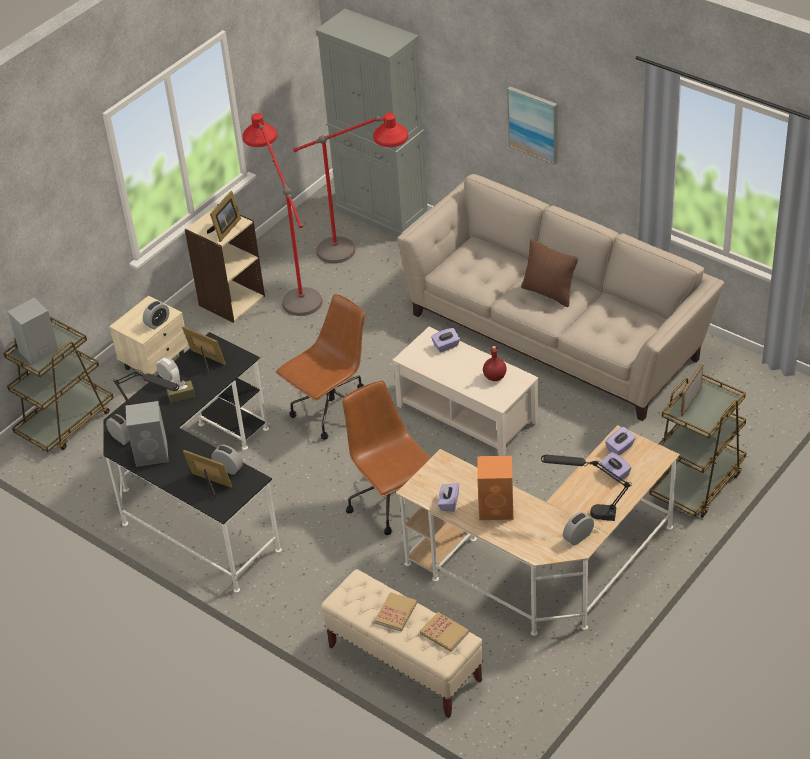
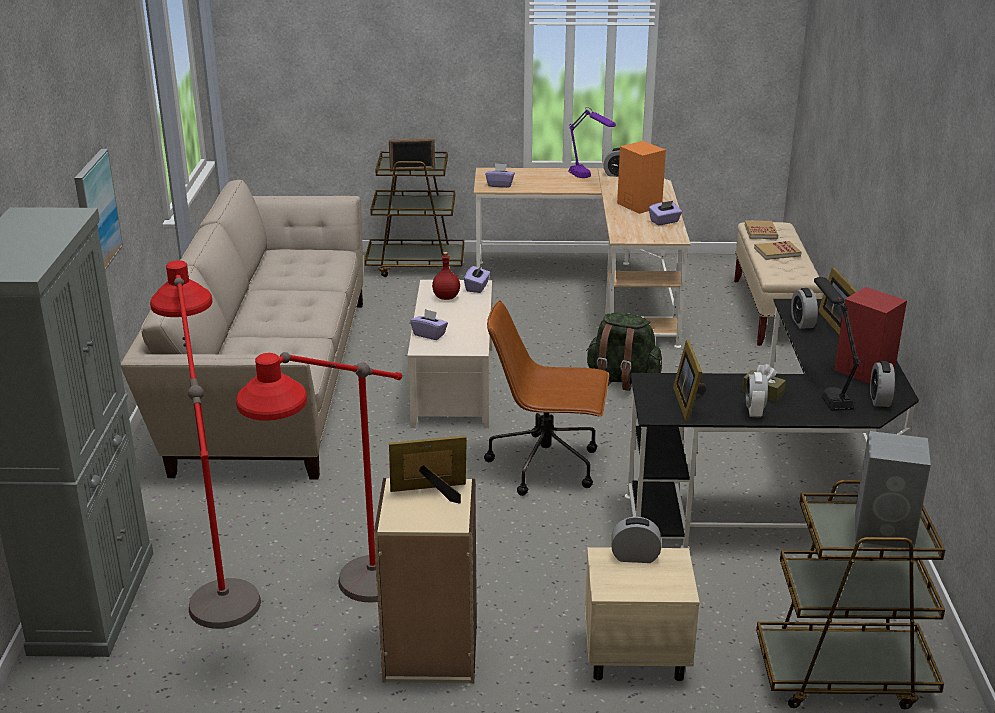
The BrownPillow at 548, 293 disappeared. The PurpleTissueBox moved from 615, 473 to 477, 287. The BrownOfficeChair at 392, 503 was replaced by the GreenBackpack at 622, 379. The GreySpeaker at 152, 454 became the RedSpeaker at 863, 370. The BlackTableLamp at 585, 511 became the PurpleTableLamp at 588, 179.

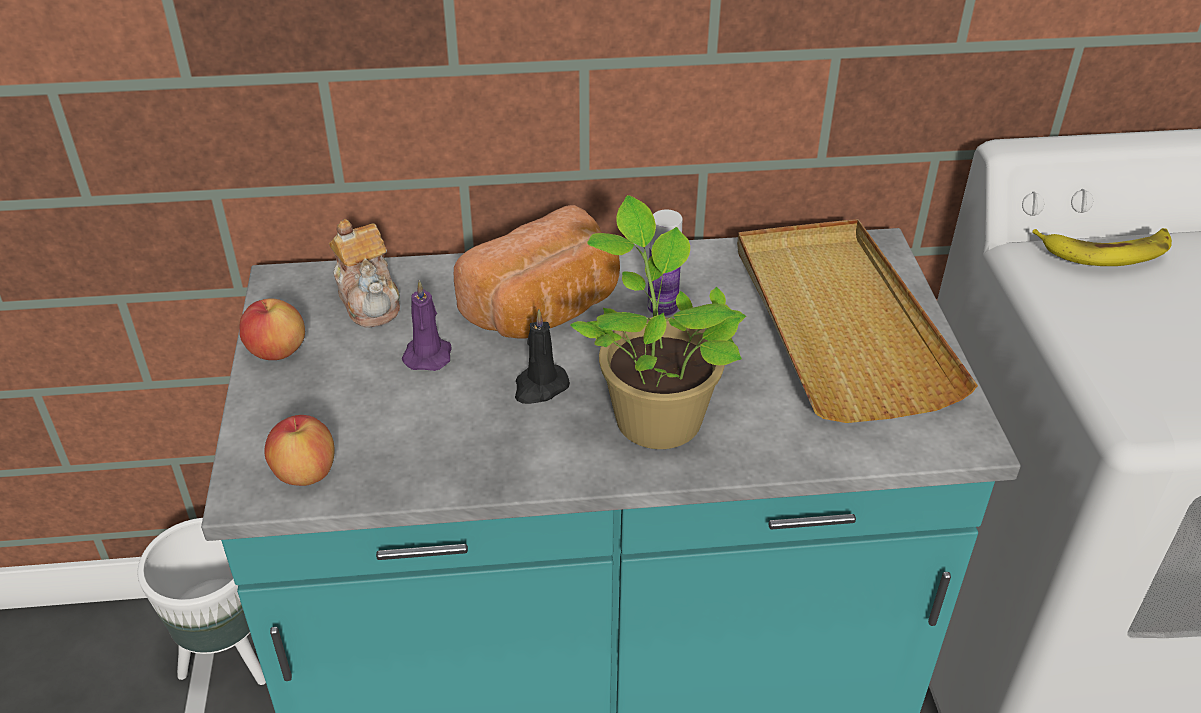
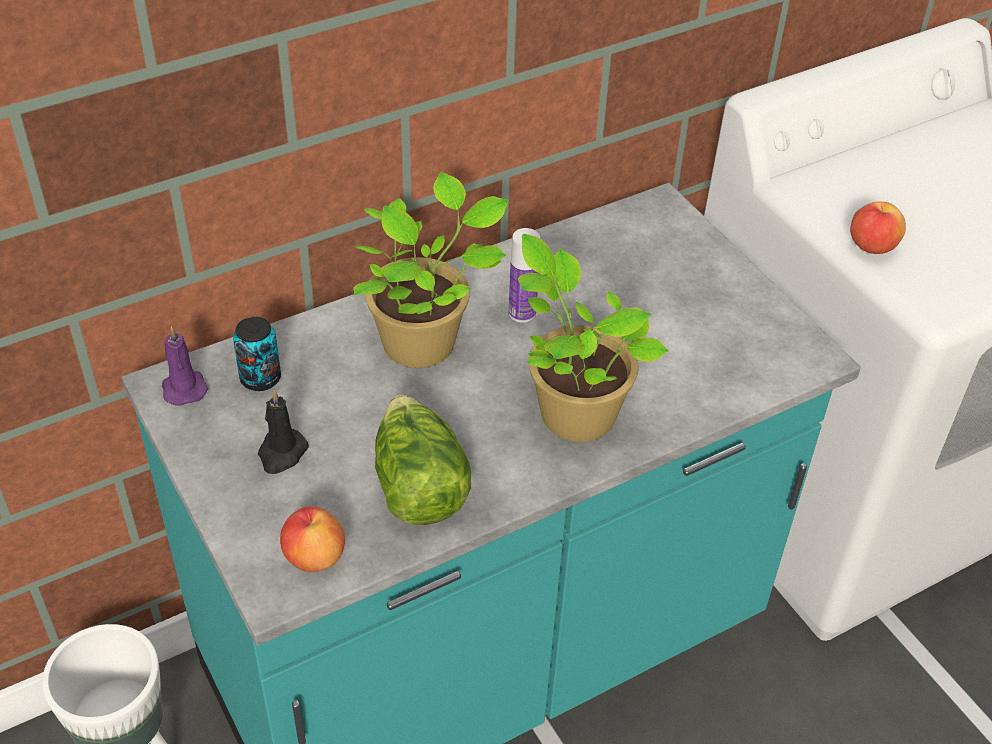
The BeigeTray at 839, 322 disappeared. The Banana at 1106, 251 disappeared. The Lettuce at 417, 484 appeared. The Apple moved from 276, 352 to 871, 247. The PurpleCandle moved from 428, 354 to 184, 387. The BlackCandle moved from 540, 387 to 281, 453. The Teapot at 369, 300 was replaced by the Can at 260, 378. The Bread at 546, 310 was replaced by the PottedPlant at 425, 342.

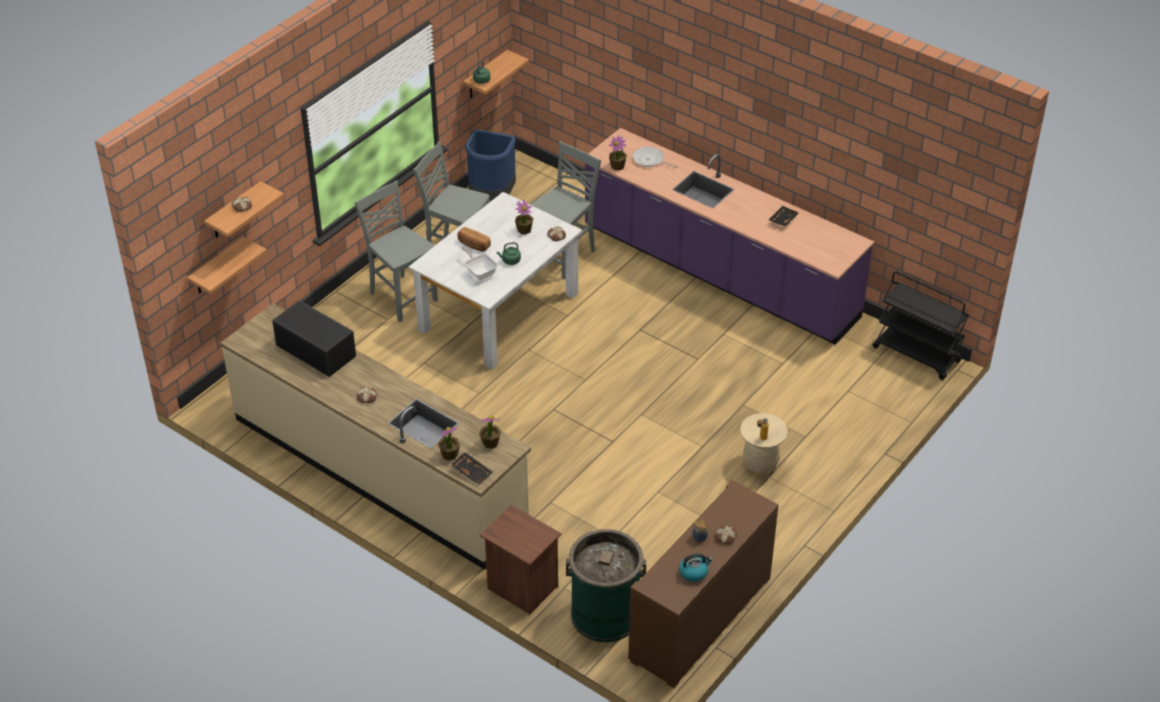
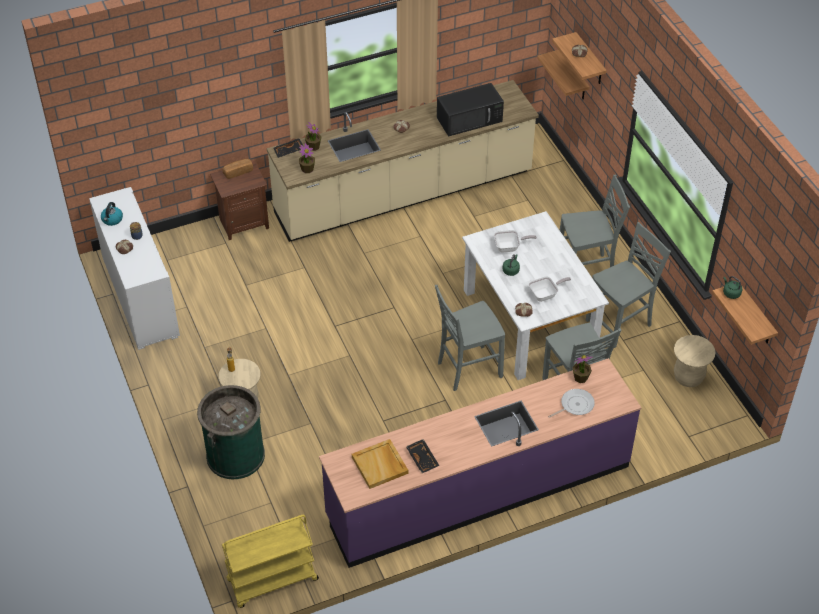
The BeigeTray at 380, 465 appeared. The GreyChair at 467, 369 appeared. The Bread moved from 473, 245 to 238, 172. The GreenTrashCan moved from 605, 614 to 235, 455. The BlueTrashCan at 491, 198 was replaced by the BeigeStool at 688, 377. The PottedPlant at 524, 230 was replaced by the FryingPan at 545, 294. The BrownCabinet at 700, 619 became the WhiteCabinet at 140, 297. The BlackCart at 917, 355 became the YellowCart at 272, 581.

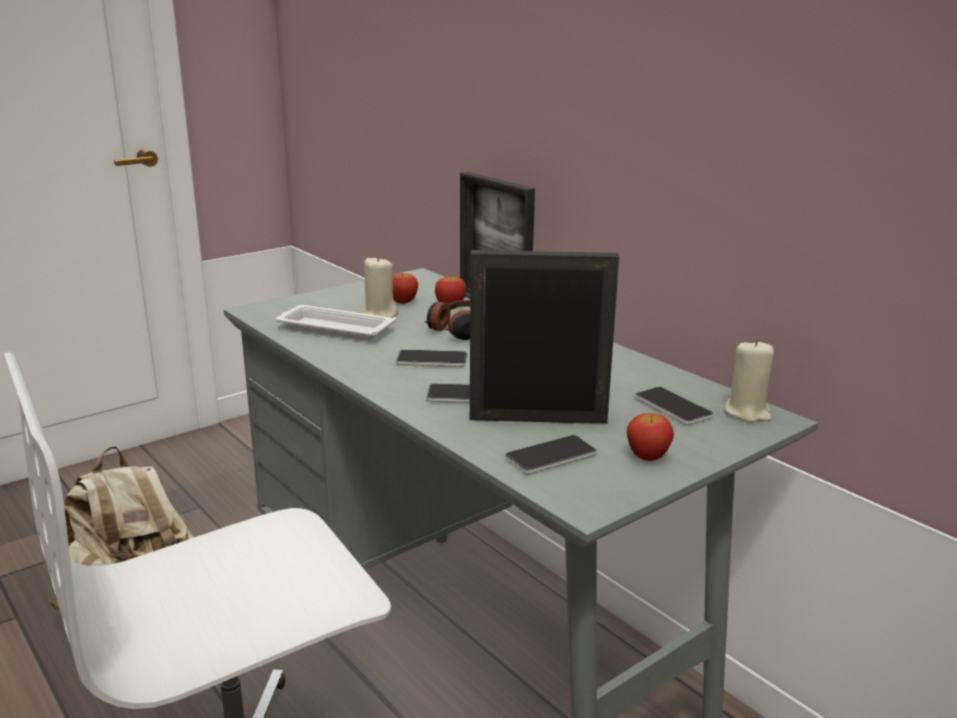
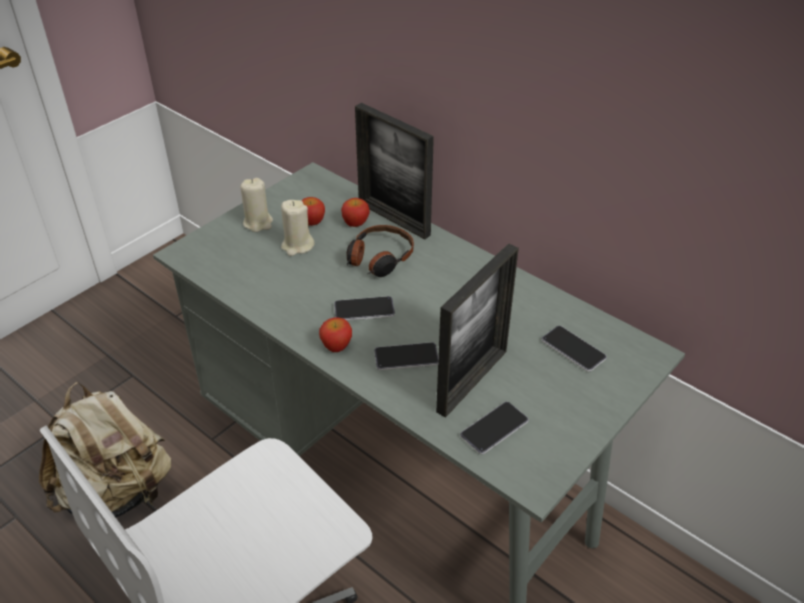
The WhiteTray at 333, 329 disappeared. The Apple moved from 648, 456 to 336, 345. The BeigeCandle moved from 747, 412 to 258, 223. The PictureFrame at 538, 418 turned 135 degrees clockwise.

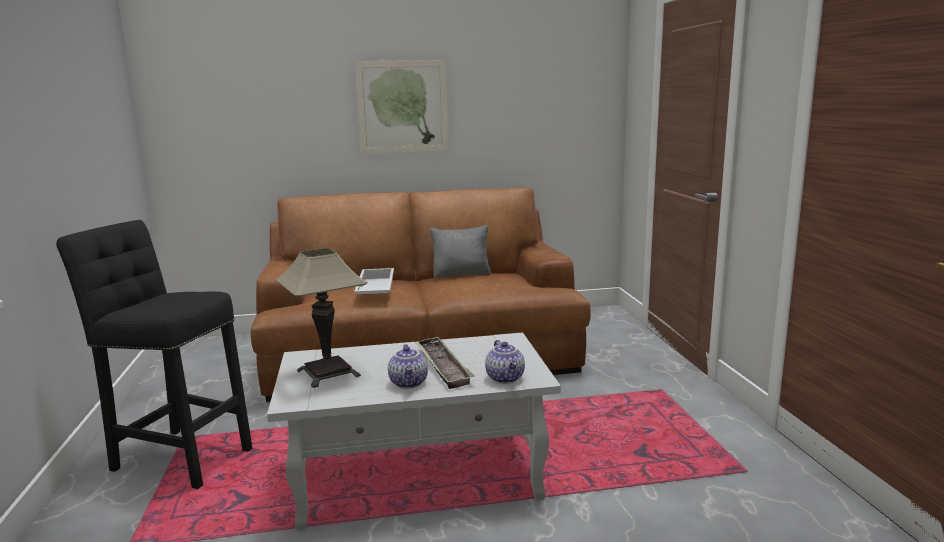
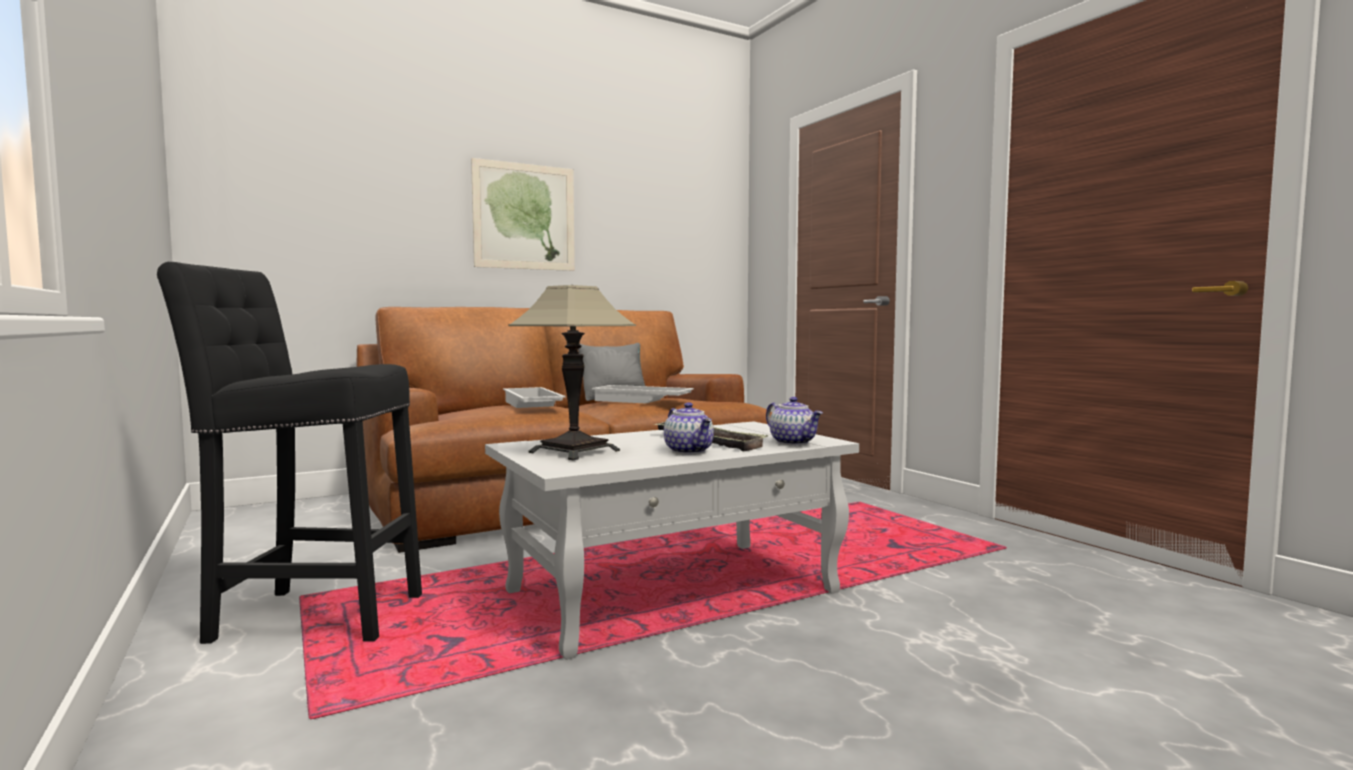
The WhiteTray at 641, 401 appeared.

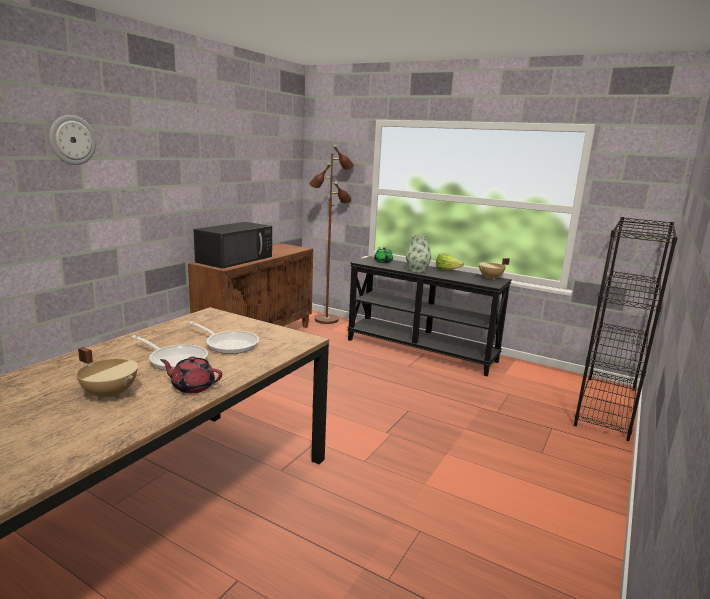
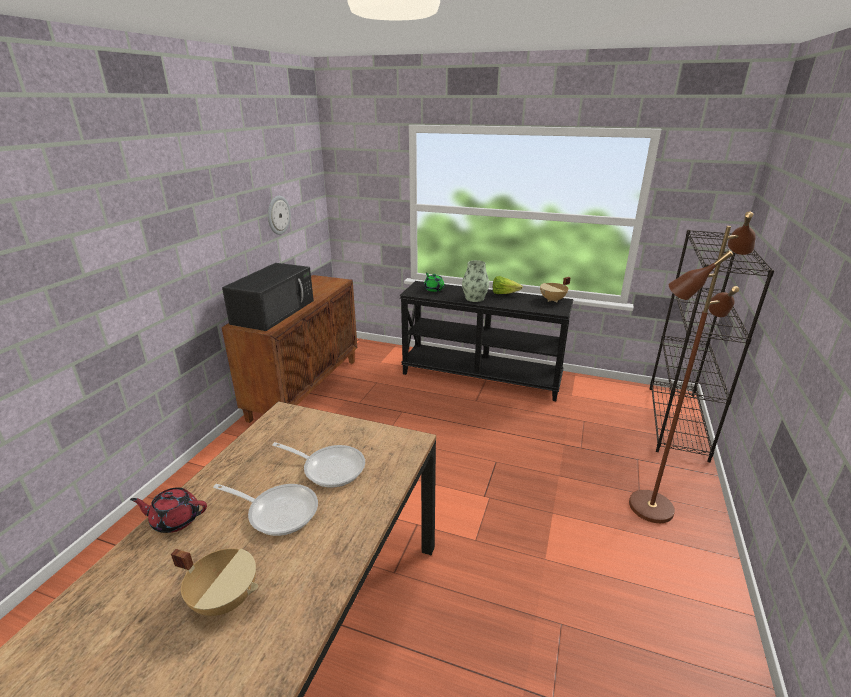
The WallClock moved from 72, 140 to 278, 215. The RedTeapot moved from 192, 386 to 175, 520. The BrownFloorLamp moved from 326, 319 to 650, 506.

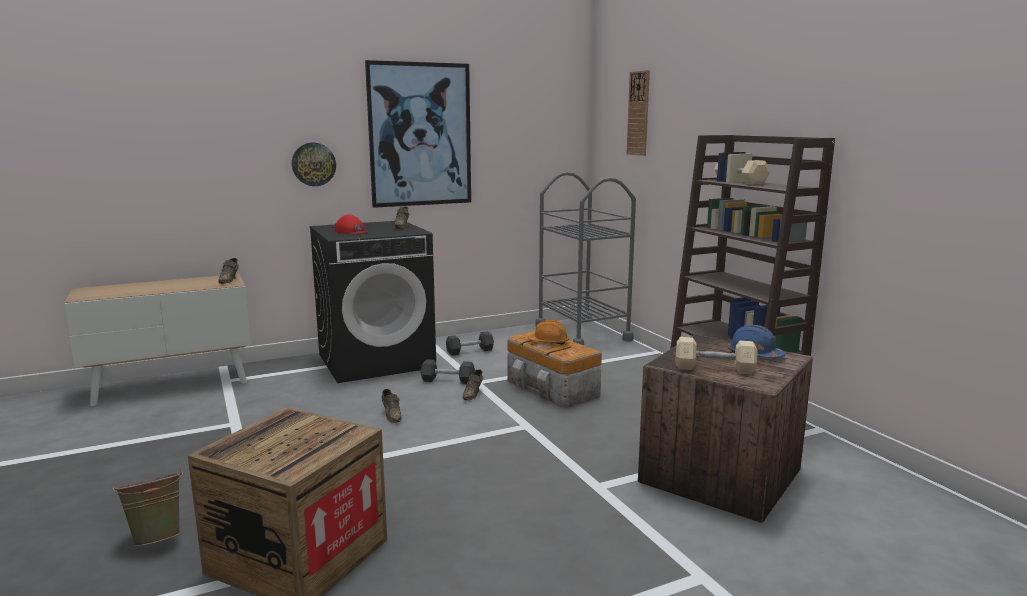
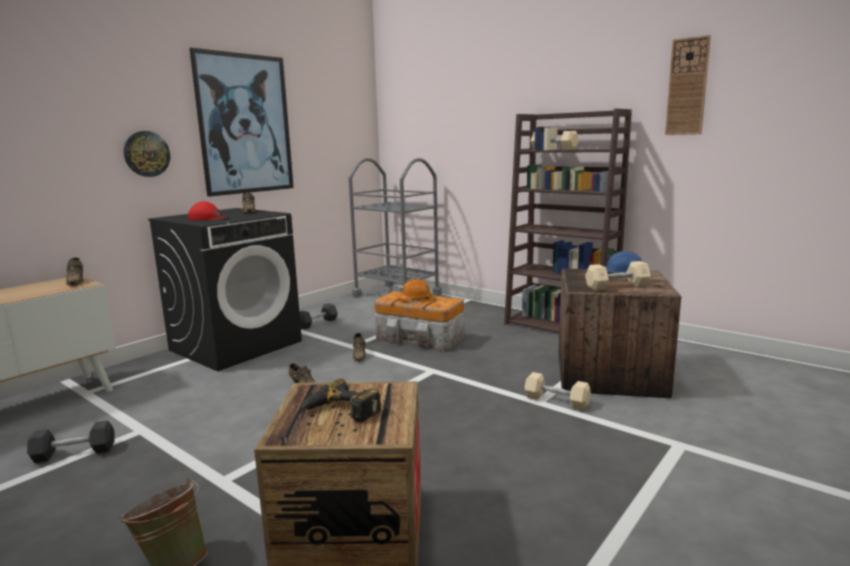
The PowerDrill at 340, 411 appeared. The BeigeDumbbell at 556, 401 appeared. The BlackDumbbell moved from 448, 380 to 74, 453. The WallClock moved from 638, 113 to 687, 87.

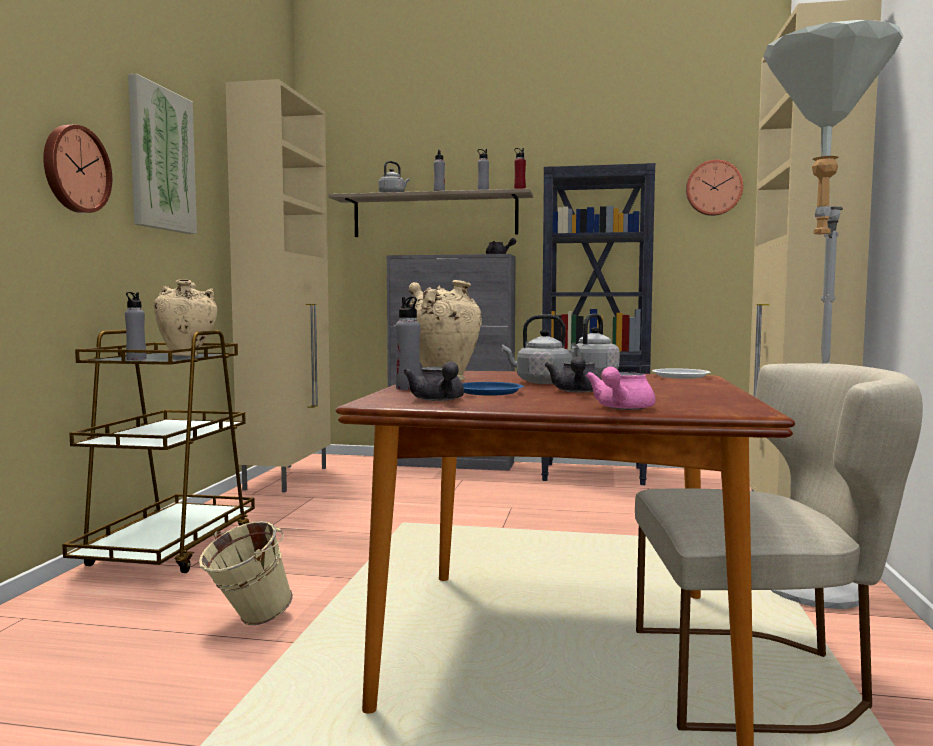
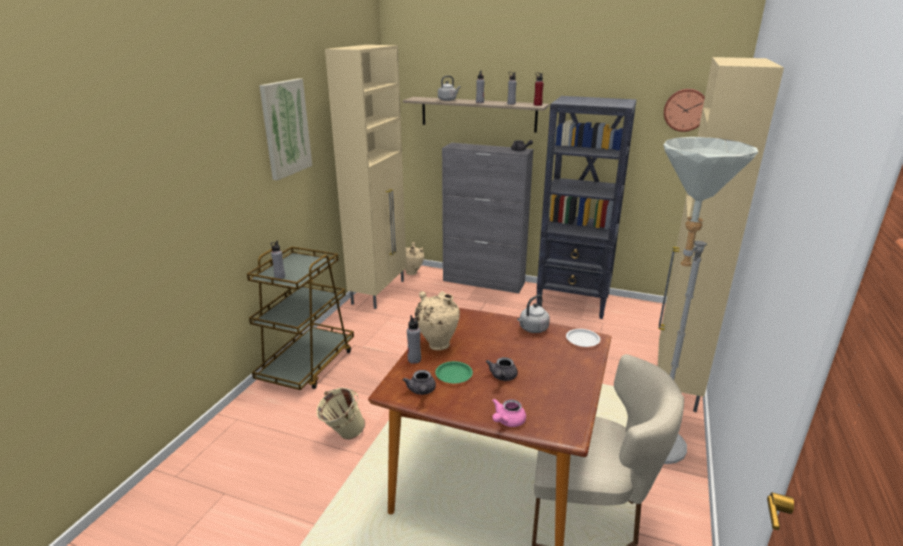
The WallClock at 75, 169 disappeared. The GreyKettle at 540, 382 disappeared. The BeigeVase moved from 187, 356 to 412, 273. The BluePlate at 489, 392 became the GreenPlate at 454, 375.

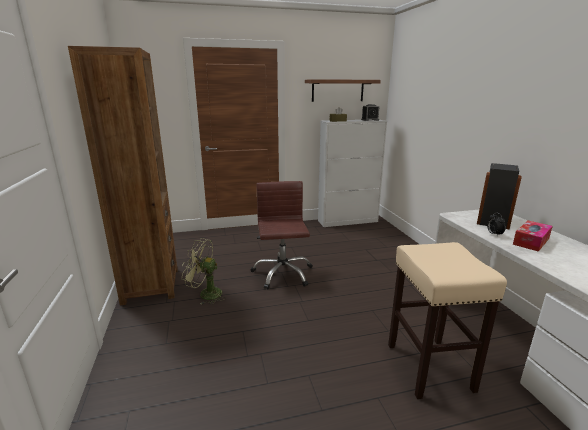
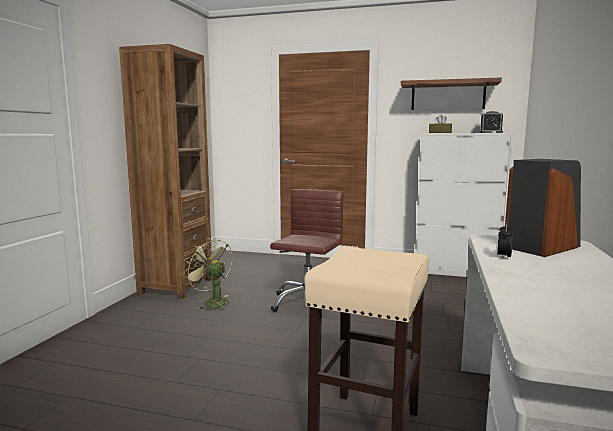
The TissueBox at 531, 241 disappeared.

